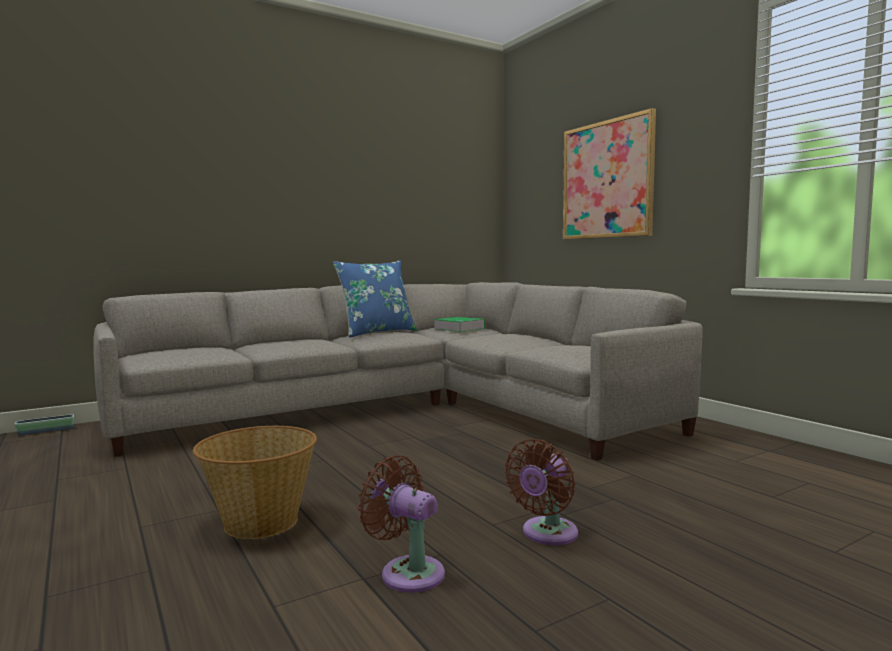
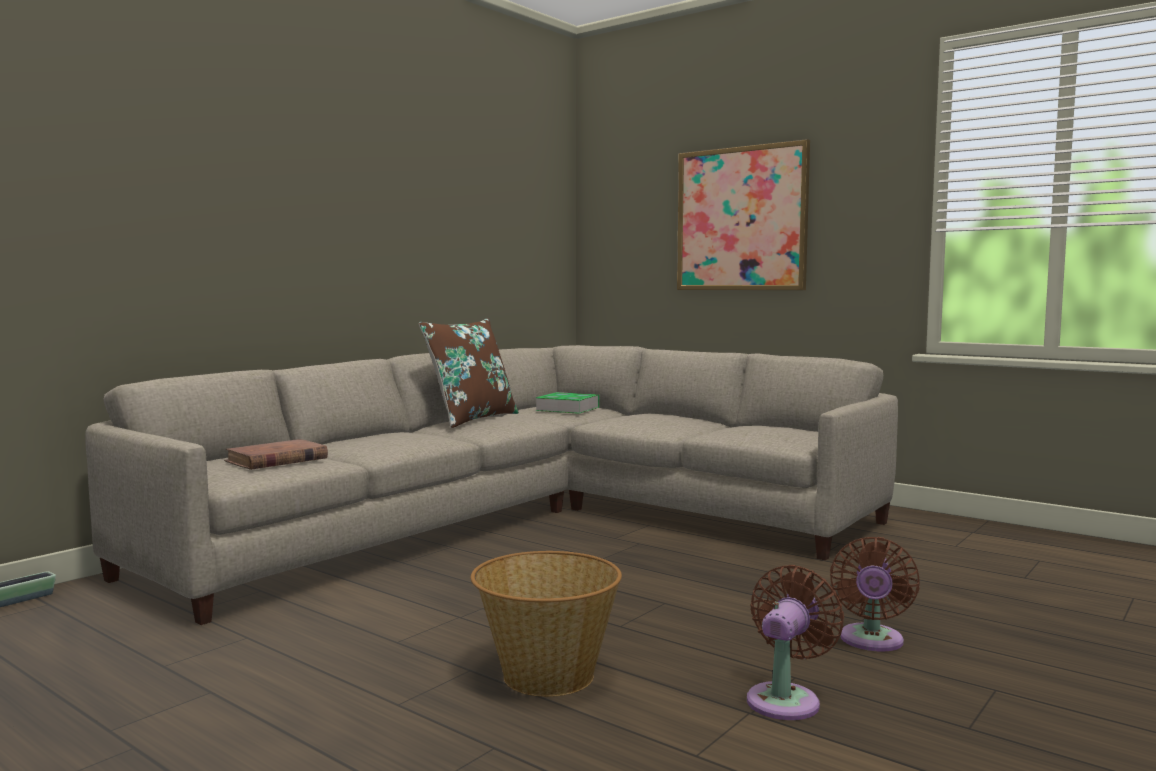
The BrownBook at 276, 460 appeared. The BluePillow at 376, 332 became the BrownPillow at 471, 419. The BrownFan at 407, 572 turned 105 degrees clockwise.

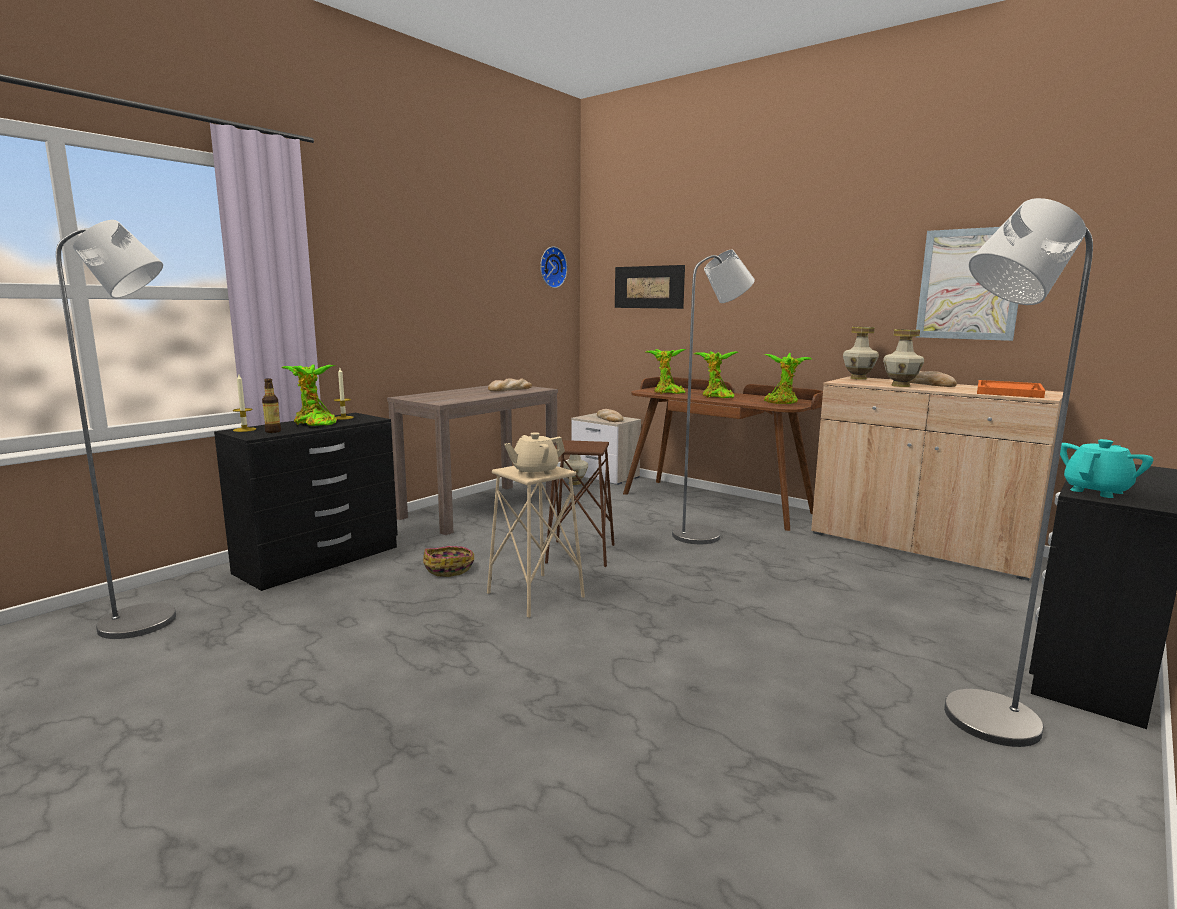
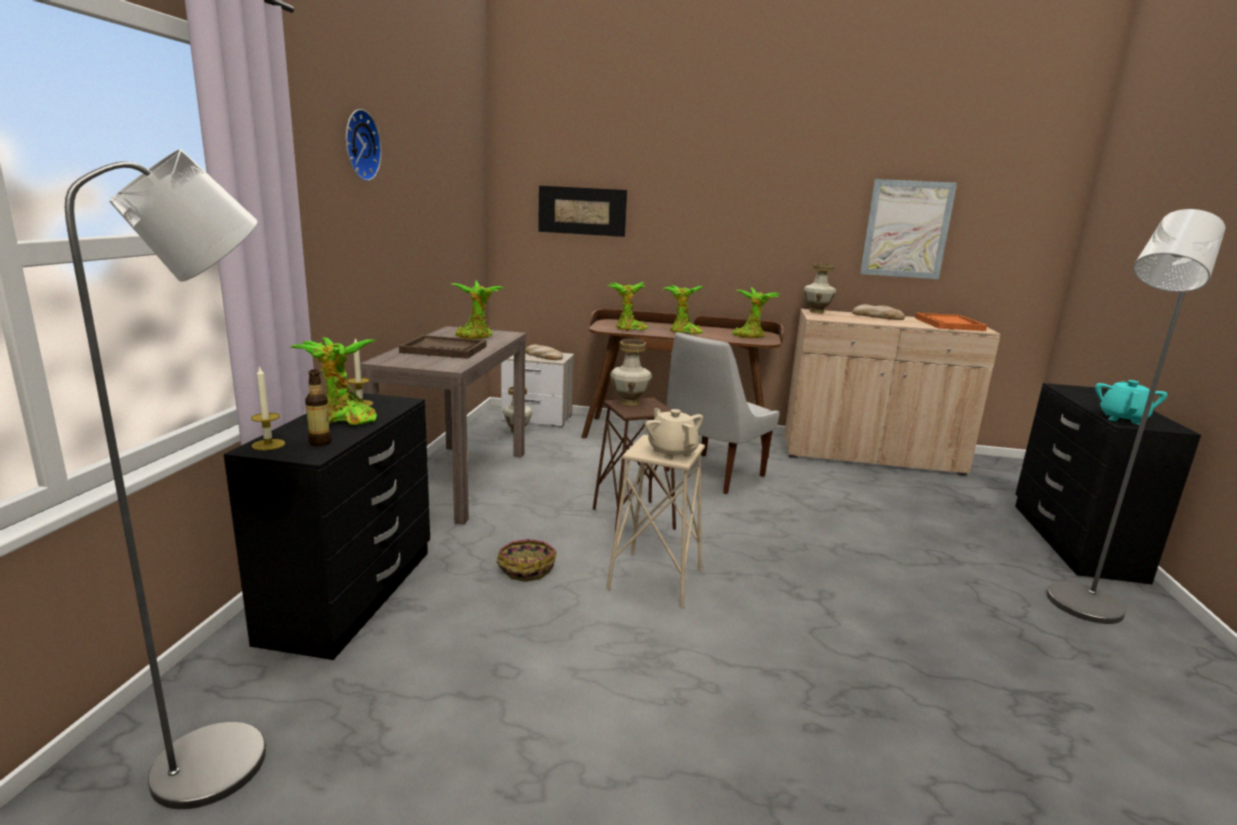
The BrownTray at 444, 349 appeared. The WallClock moved from 551, 267 to 358, 145. The Vase moved from 901, 386 to 630, 402. The Bread at 510, 389 was replaced by the PottedPlant at 476, 336. The GreyFloorLamp at 704, 535 was replaced by the WhiteChair at 711, 474. The BeigeTeapot at 534, 472 turned 120 degrees clockwise.

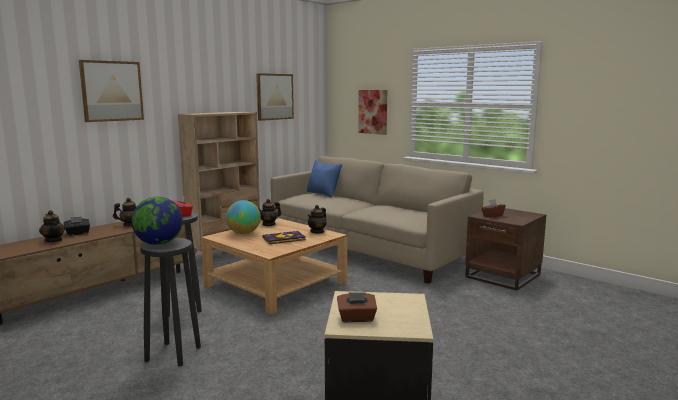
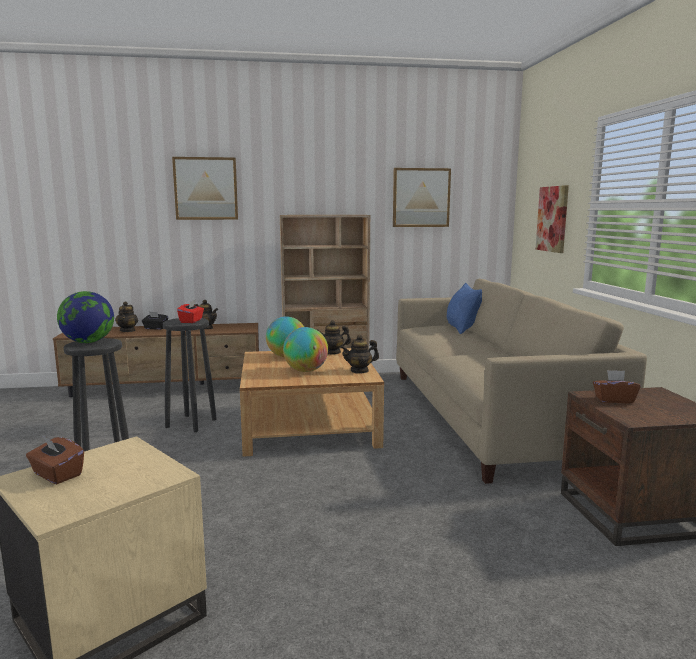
The Book at 284, 239 was replaced by the Globe at 306, 371.

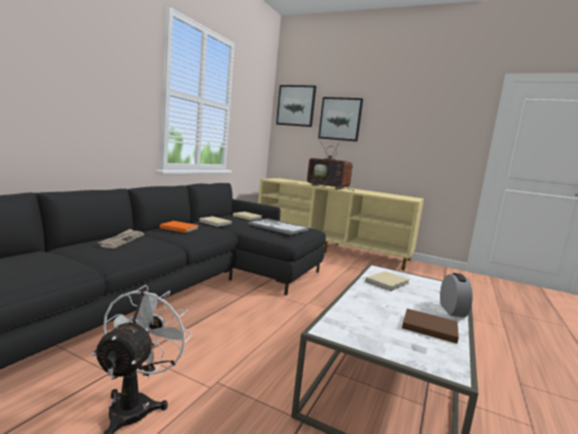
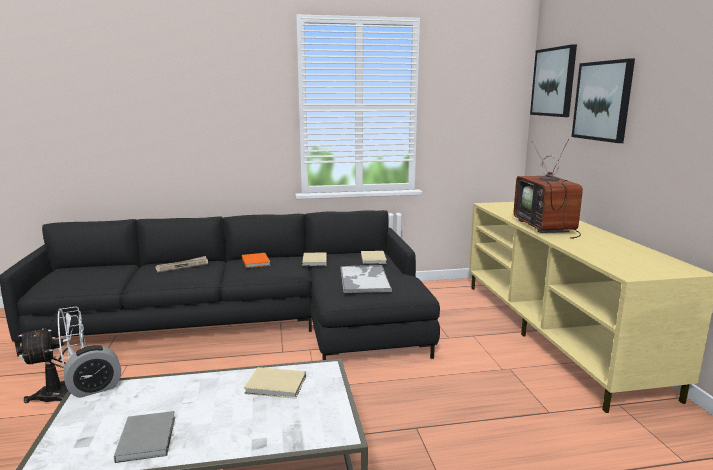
The AlarmClock moved from 452, 310 to 95, 389. The BrownBook at 428, 327 became the GreyBook at 148, 437.

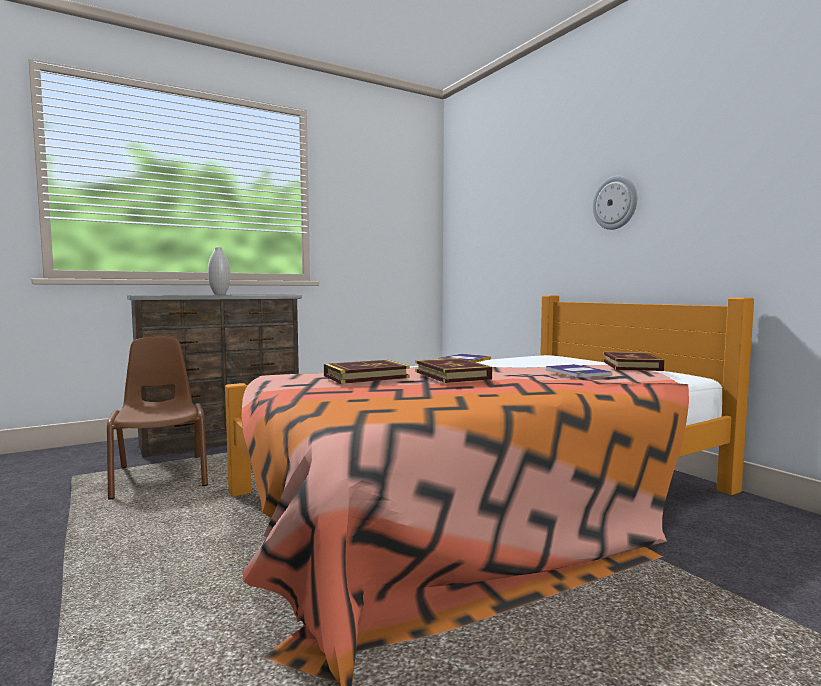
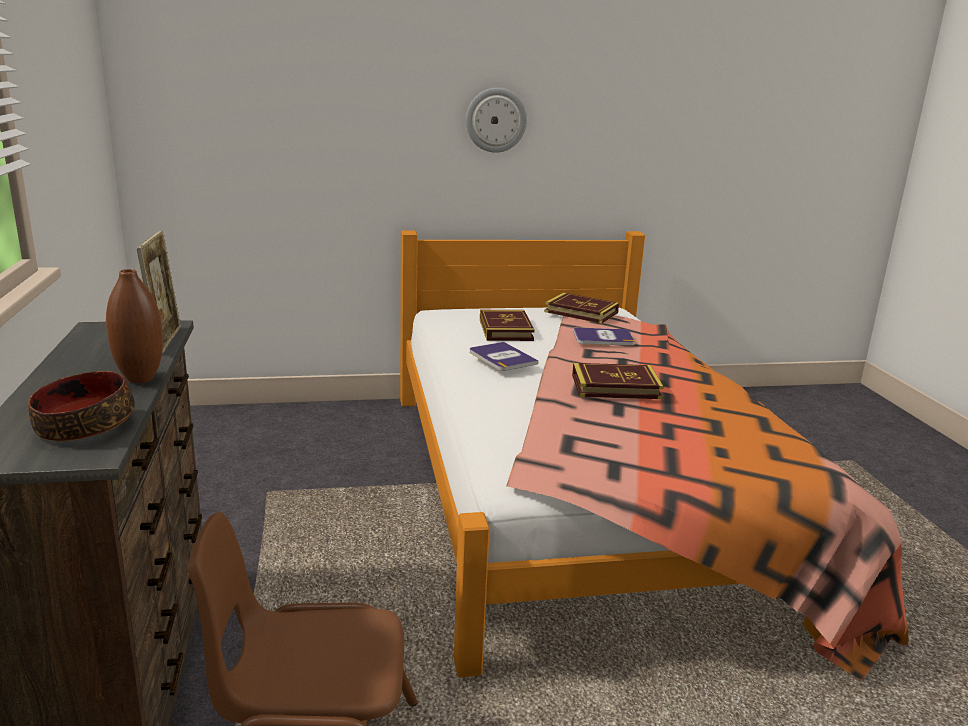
The Bowl at 84, 425 appeared. The PictureFrame at 166, 340 appeared. The Book moved from 366, 377 to 505, 330. The WhiteVase at 220, 294 became the BrownVase at 140, 378.

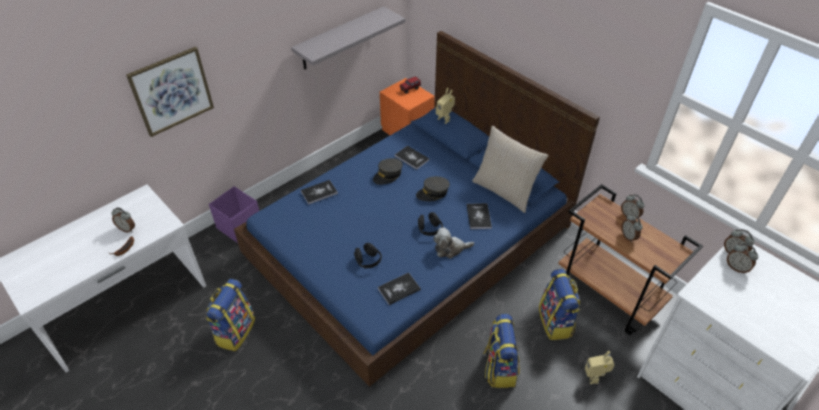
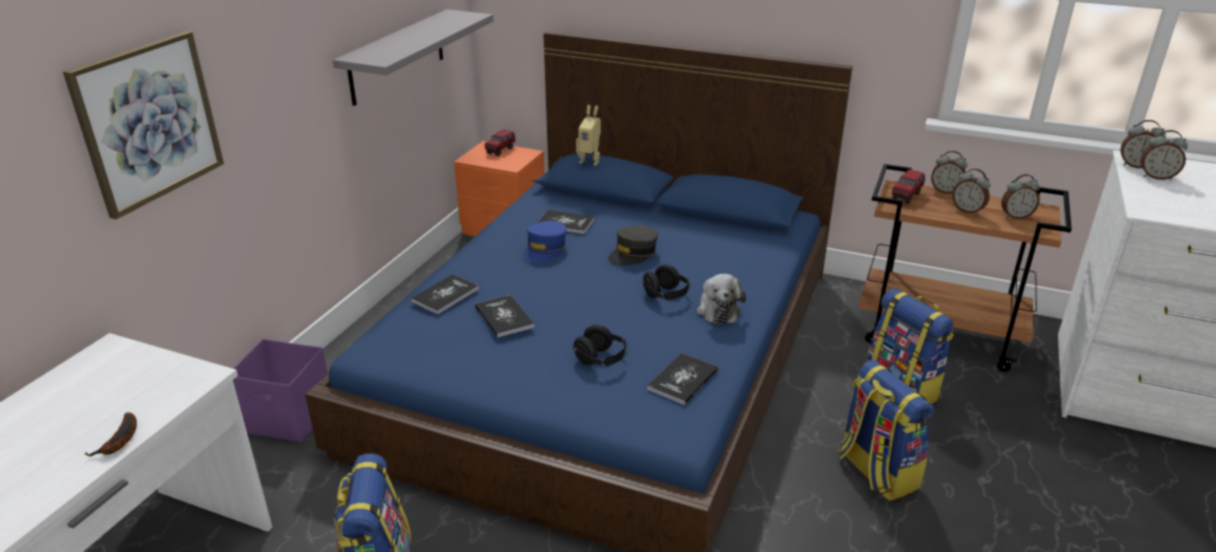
The BeigePillow at 504, 191 disappeared. The ToyRobot at 594, 377 disappeared. The ToyTruck at 906, 196 appeared. The AlarmClock moved from 127, 229 to 1015, 216. The Book moved from 478, 216 to 504, 317. The GreyCap at 388, 175 became the BlueCap at 545, 250. The PlushToy at 450, 249 turned 60 degrees counterclockwise.

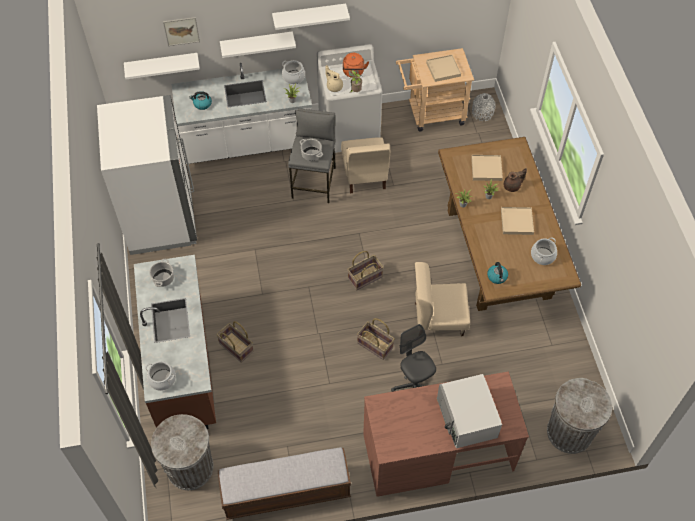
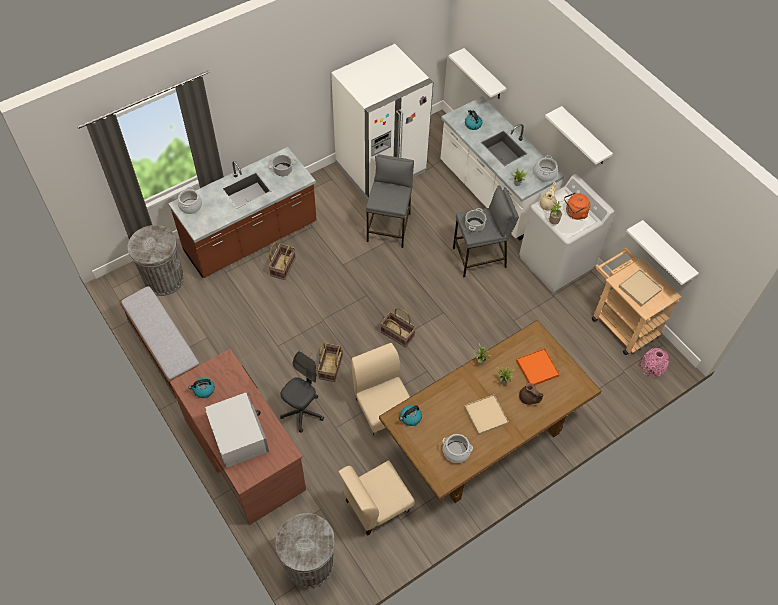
The Picture at 181, 31 disappeared. The Kettle at 203, 390 appeared. The GreyStool at 389, 227 appeared. The WhiteShelf moved from 257, 44 to 667, 252. The BeigeChair moved from 364, 175 to 376, 506. The BeigeTray at 486, 169 became the OrangeTray at 537, 368. The GreyVase at 482, 113 became the PinkVase at 652, 367. The WhiteMicrowave at 467, 418 turned 105 degrees clockwise.

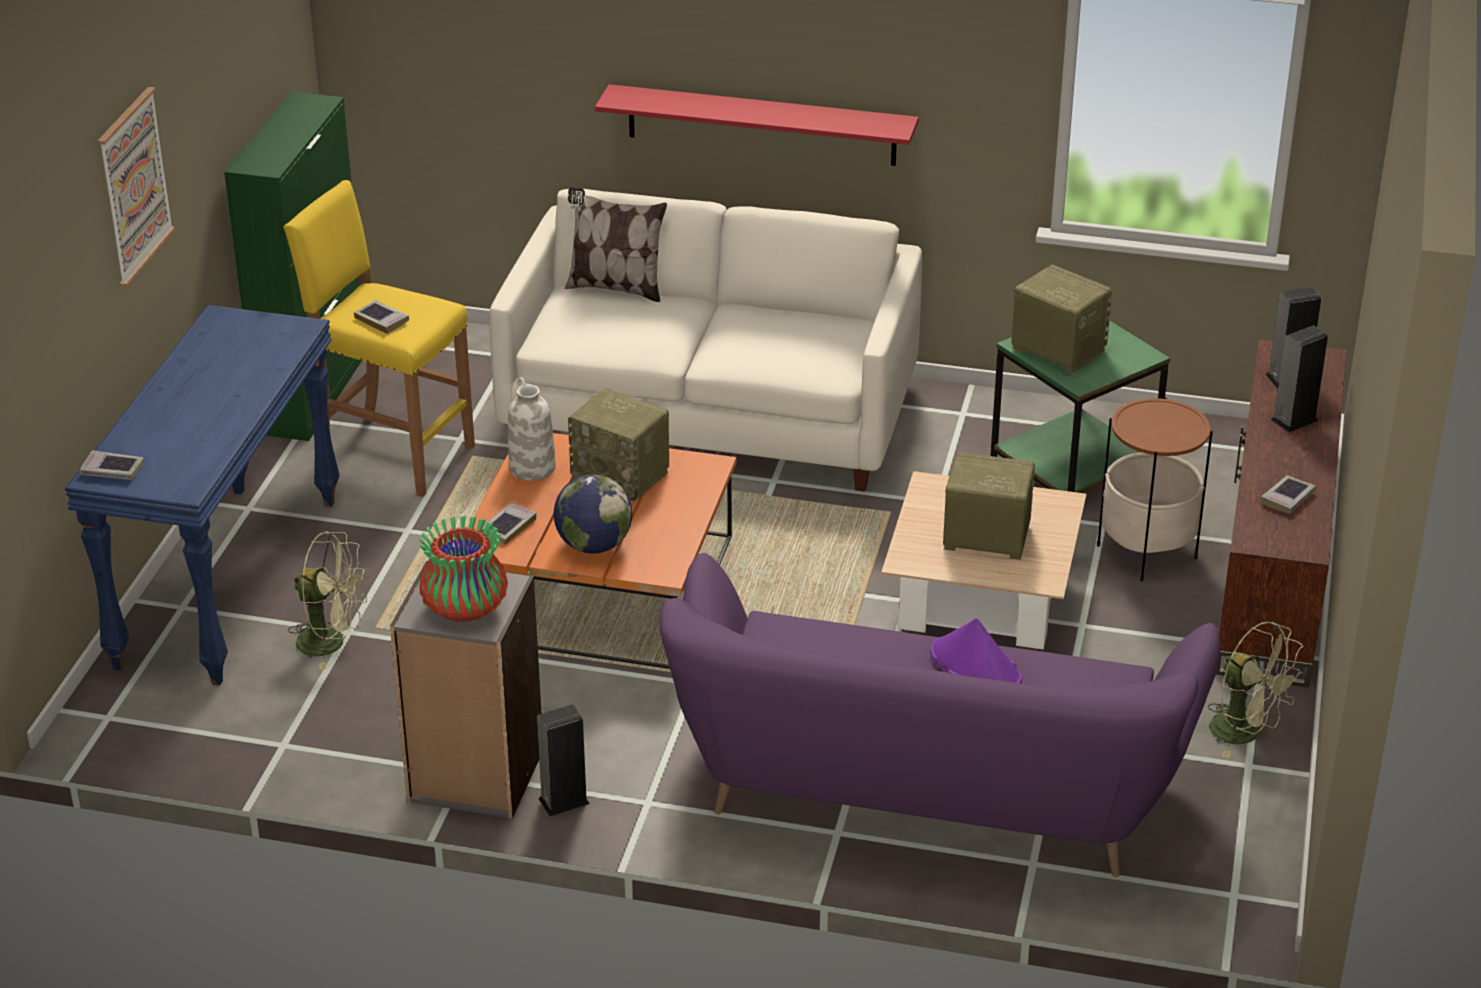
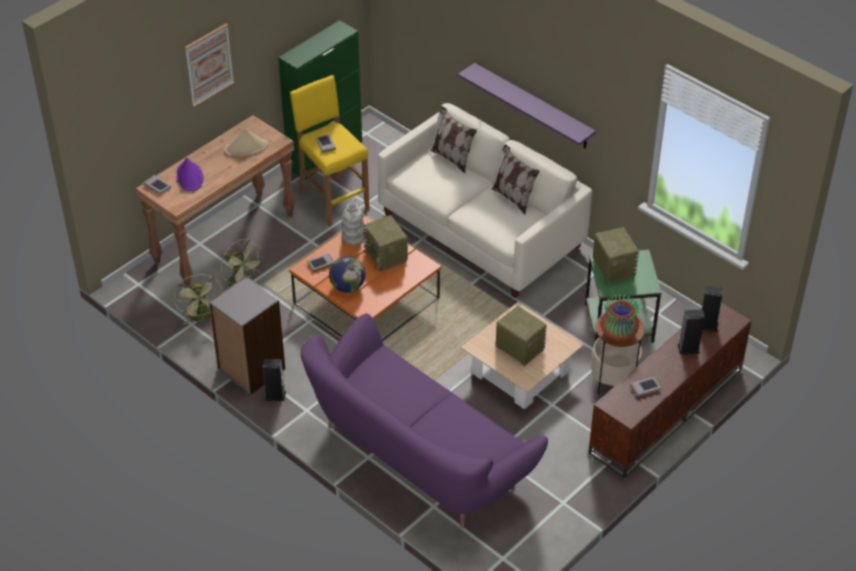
The BeigeHat at 246, 148 appeared. The Pillow at 513, 198 appeared. The Vase moved from 466, 608 to 619, 333. The PurpleHat moved from 975, 666 to 189, 177. The GreenFan moved from 1245, 733 to 202, 318. The BlueConsoleTable at 227, 581 became the BrownConsoleTable at 224, 238. The RedShelf at 761, 125 became the PurpleShelf at 533, 106.

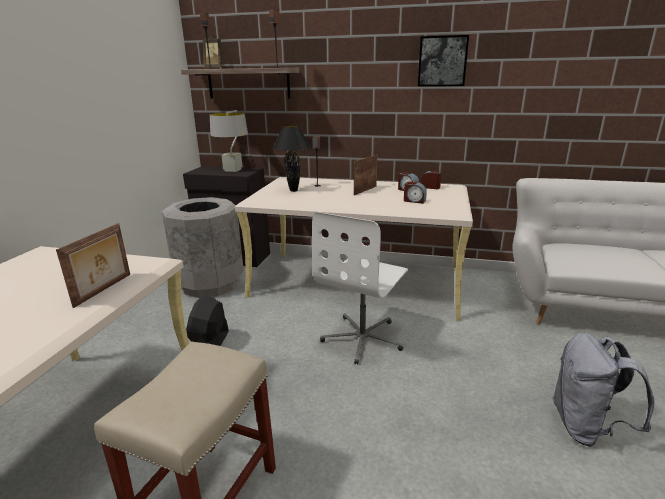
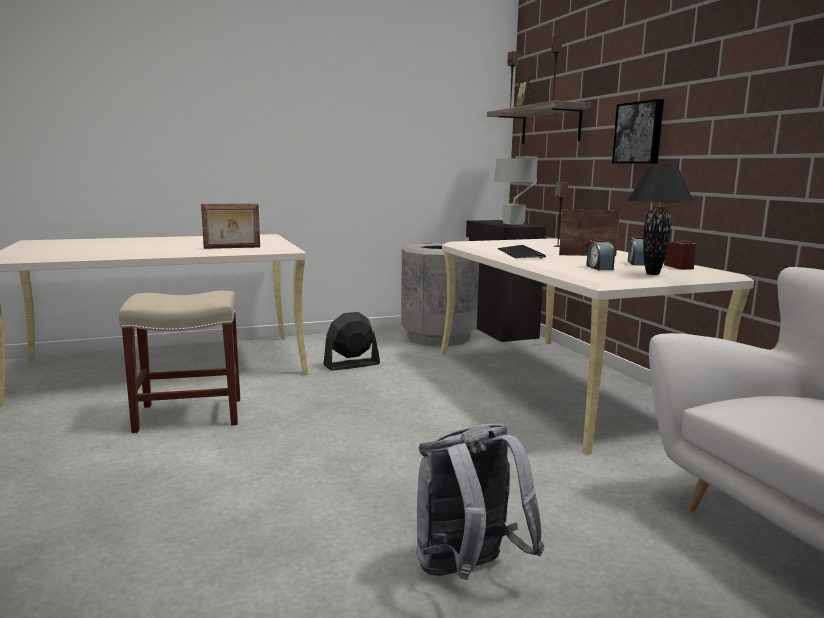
The WhiteOfficeChair at 363, 338 disappeared. The Keyboard at 521, 253 appeared. The BlackTableLamp moved from 294, 190 to 652, 274. The Picture moved from 442, 61 to 639, 133.

